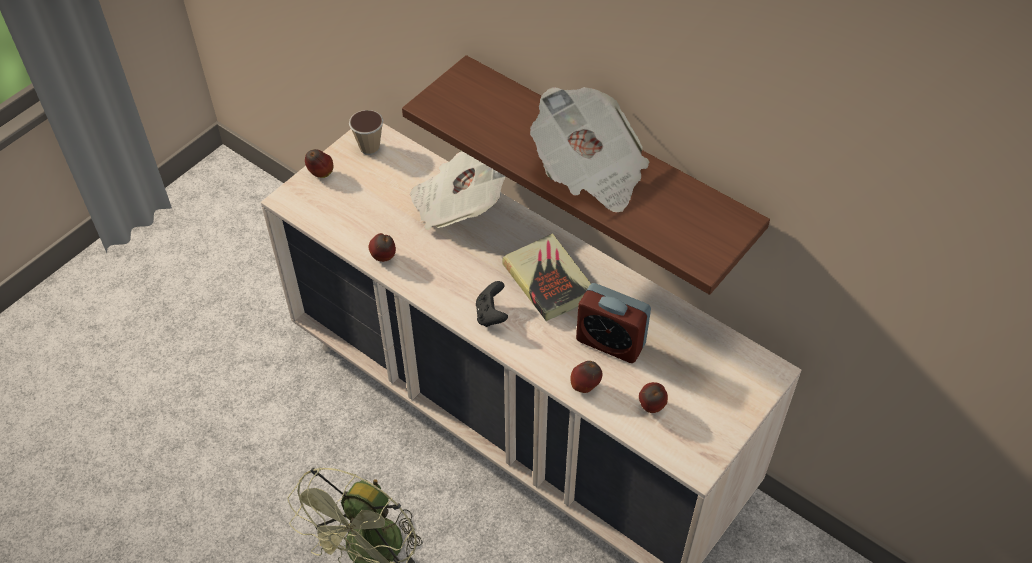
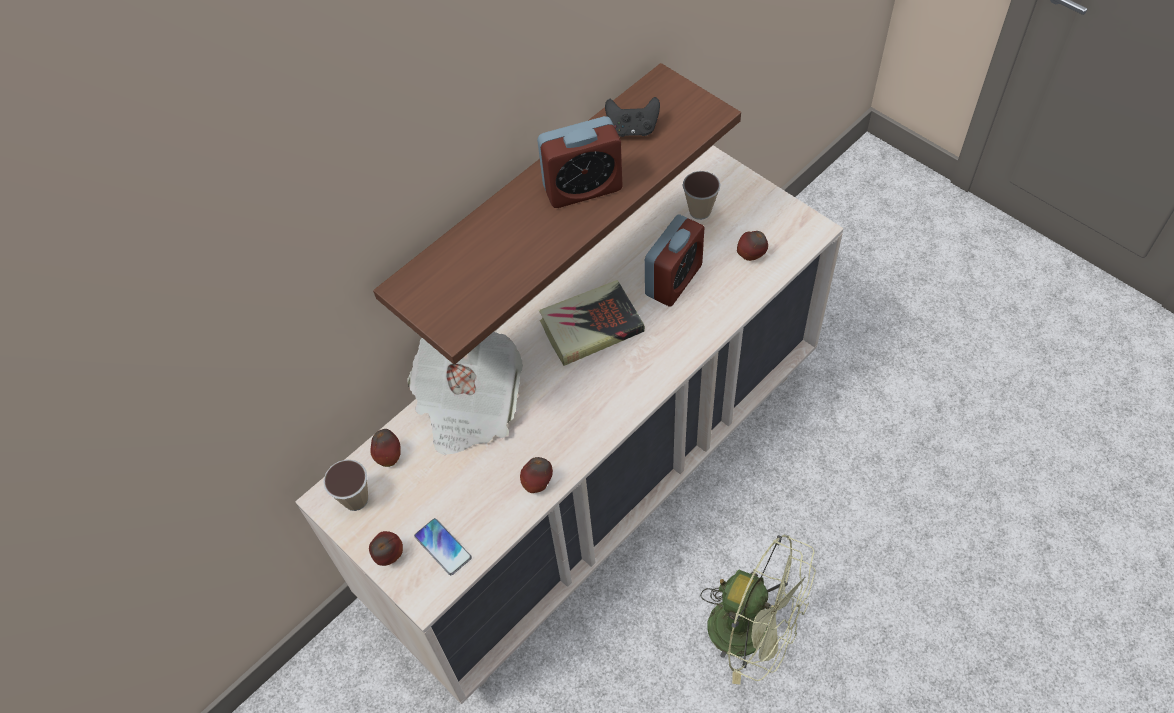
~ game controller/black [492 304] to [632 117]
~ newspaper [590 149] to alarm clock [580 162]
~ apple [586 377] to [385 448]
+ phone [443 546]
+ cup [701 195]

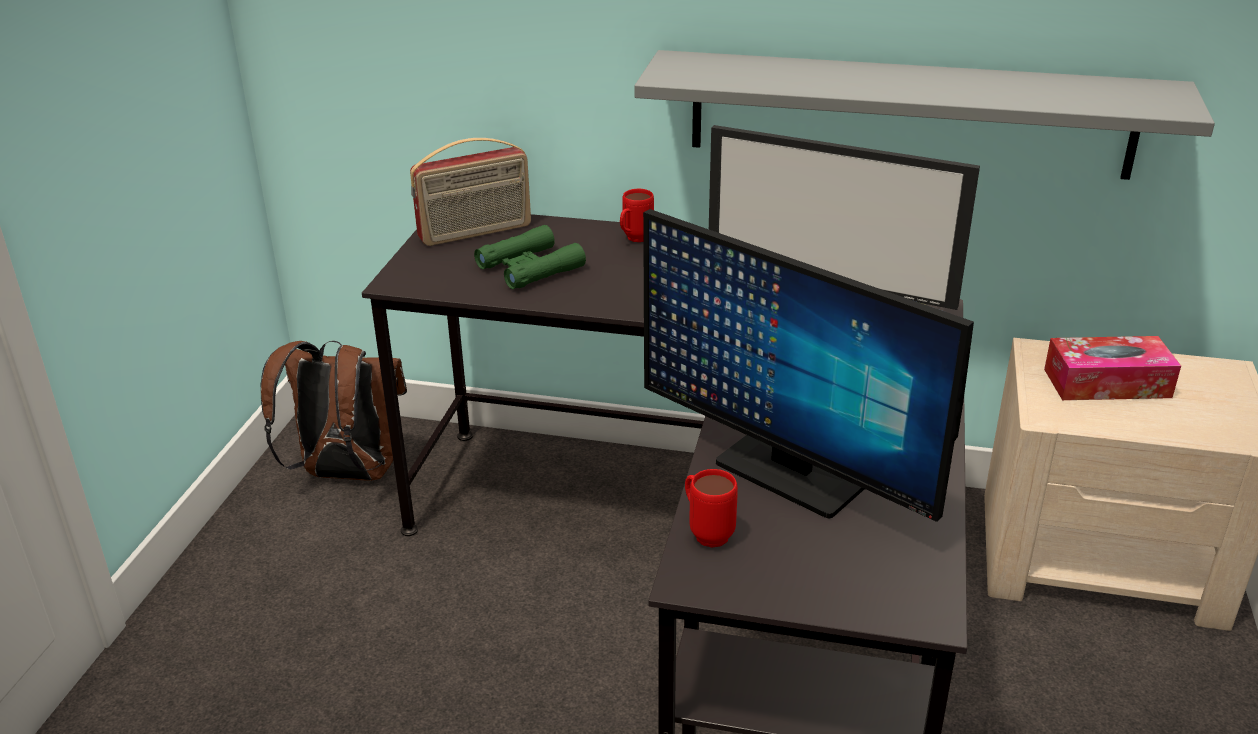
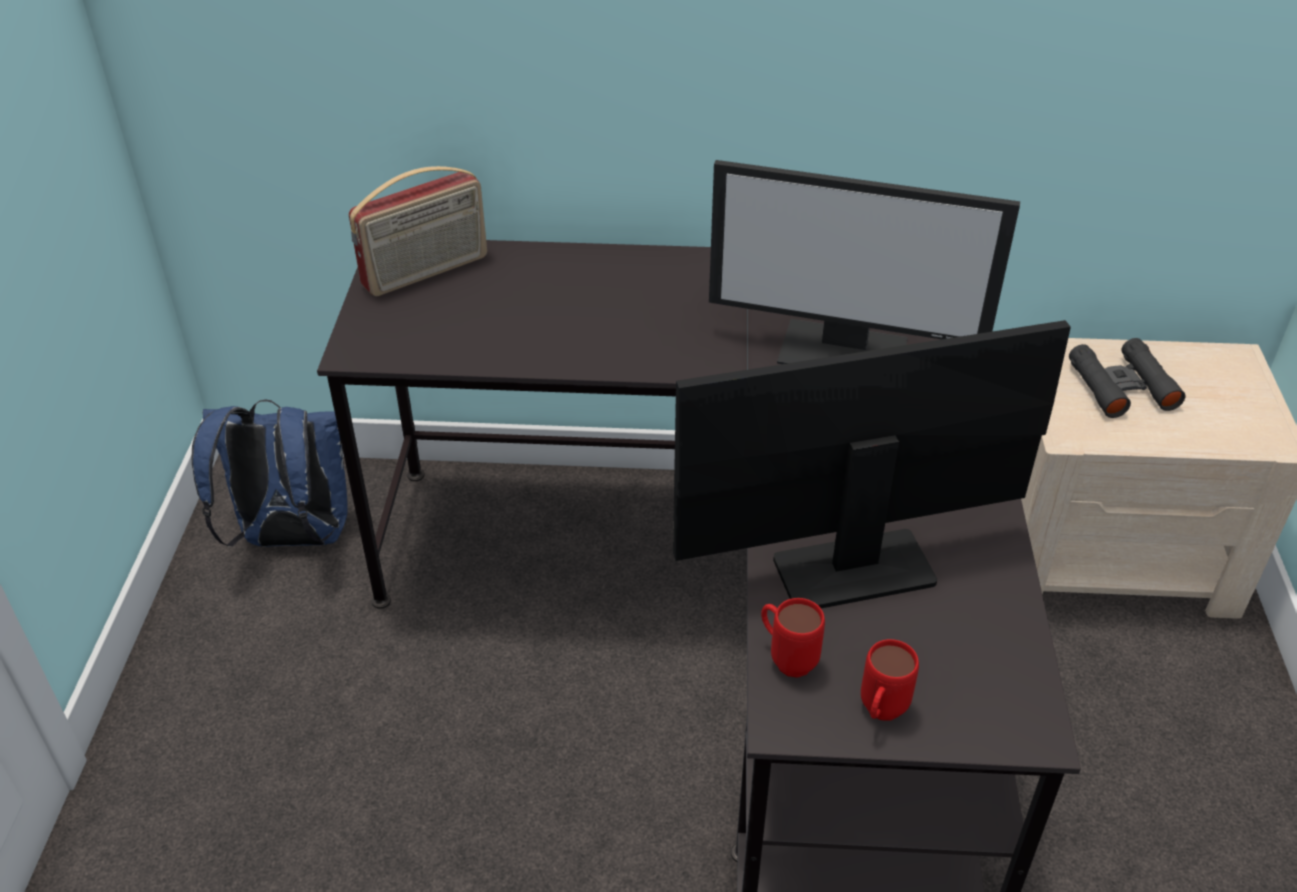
~ backpack/brown [334 411] to backpack/blue [270 473]
- binoculars/green [530 257]
~ mug/red [637 215] to [890 680]
- shelf/grey [924 115]
~ monitor [808 365] = [872 464] 135 degrees clockwise
~ tissue box [1112 368] to binoculars/black [1127 378]

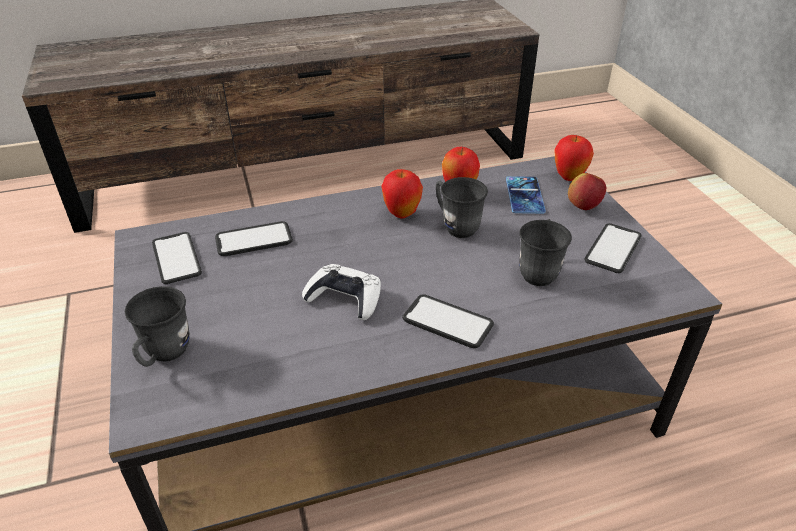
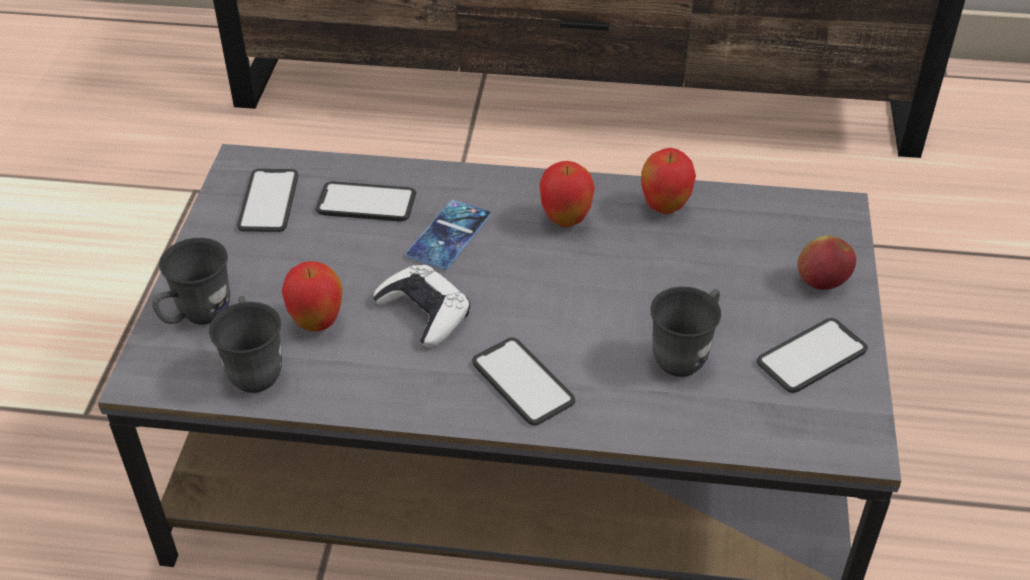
~ mug/grey [462 207] to [245 344]
~ phone [526 195] to [448 235]
~ apple [574 158] to [312 296]

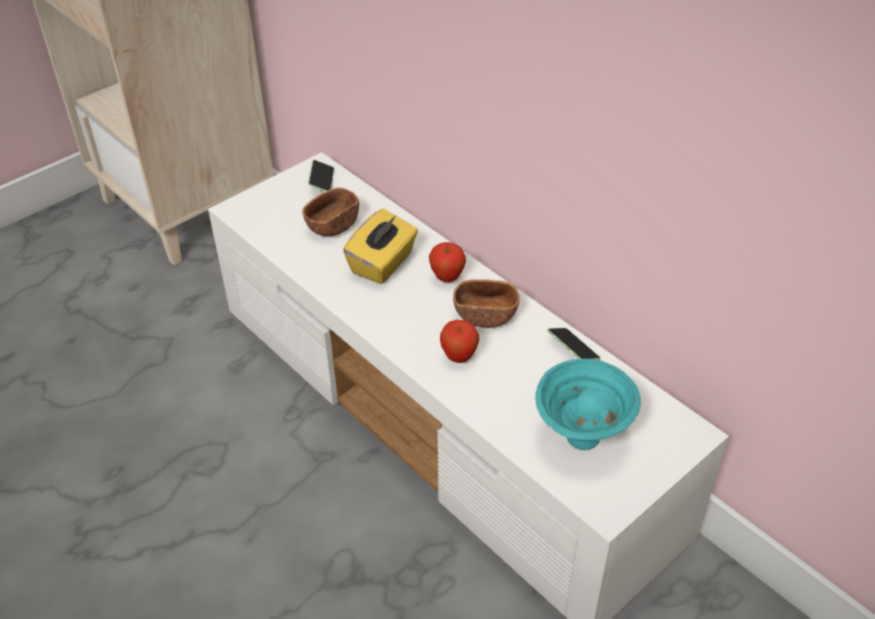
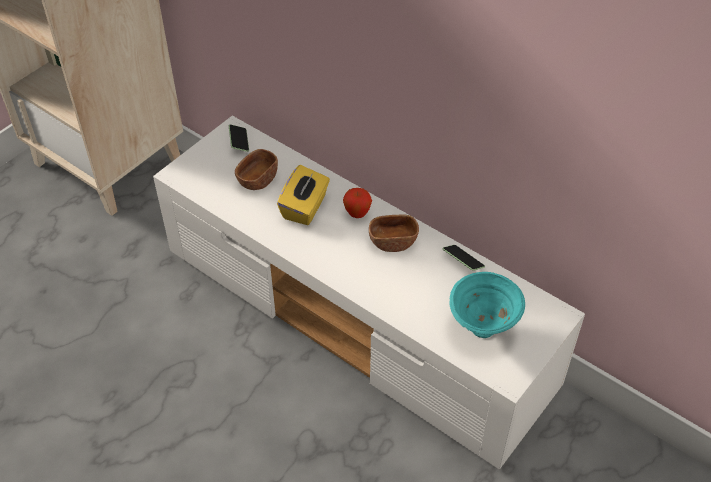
- apple [459 341]

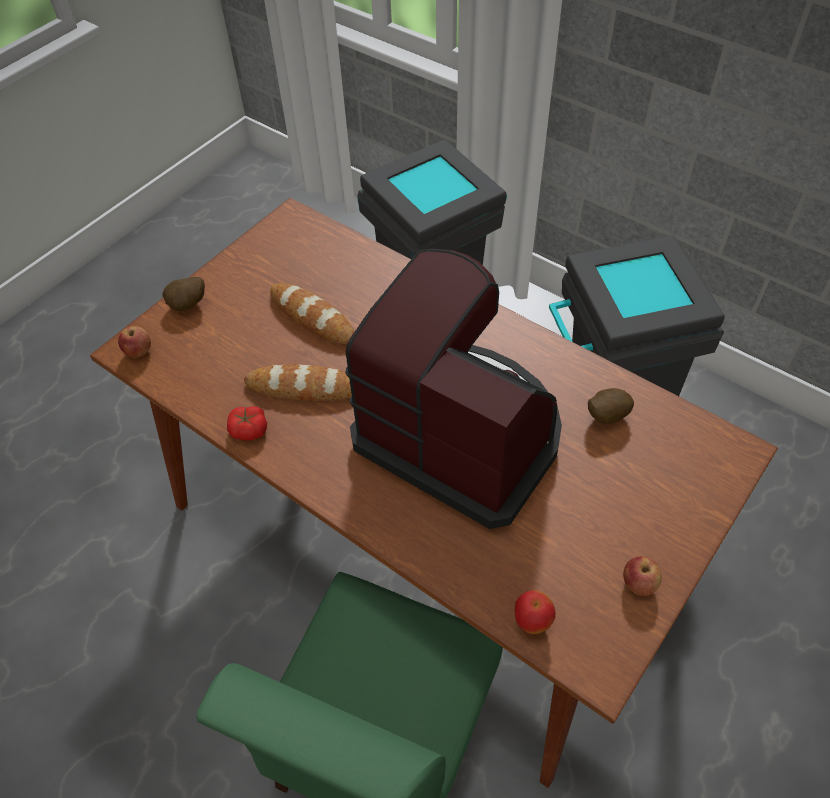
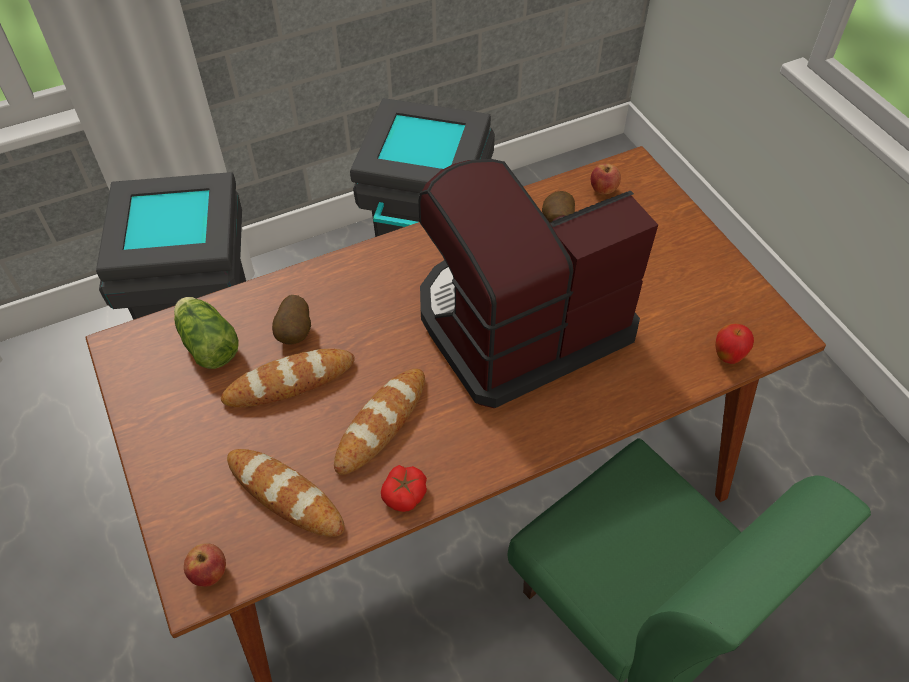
~ potato [183 294] to [291 320]
~ apple [642 576] to [606 178]
+ lettuce [206 333]
+ bread [286 493]

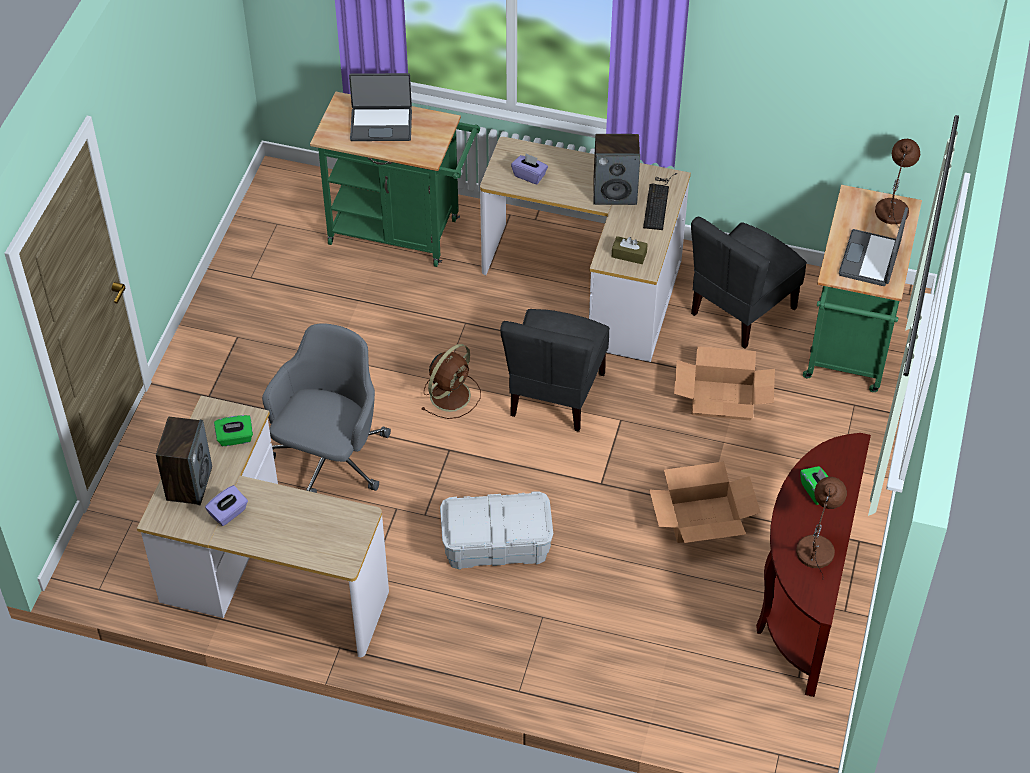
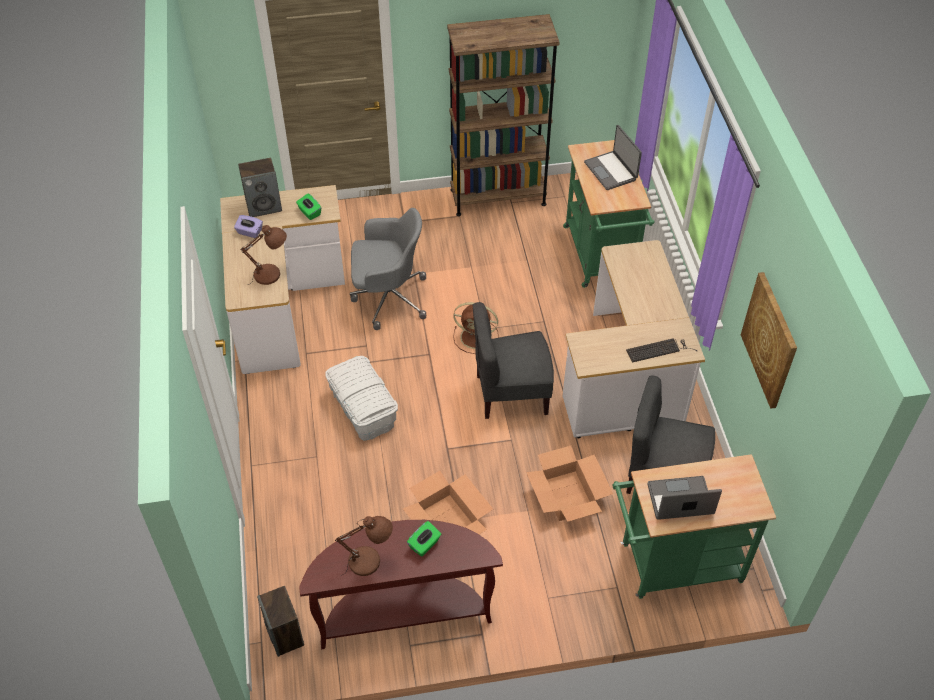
- tissue box/purple [529 168]
~ speaker [616 169] to [280 621]
- tissue box/brown [630 250]
~ table lamp/brown [897 183] to [264 255]
+ bookcase/brown [503 115]
+ picture [769 340]

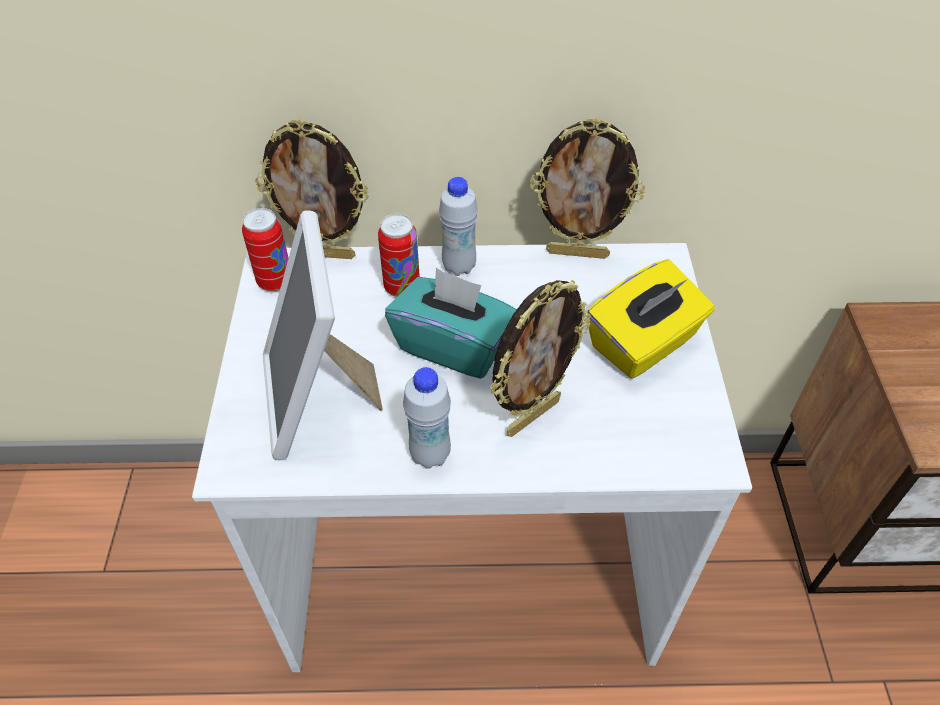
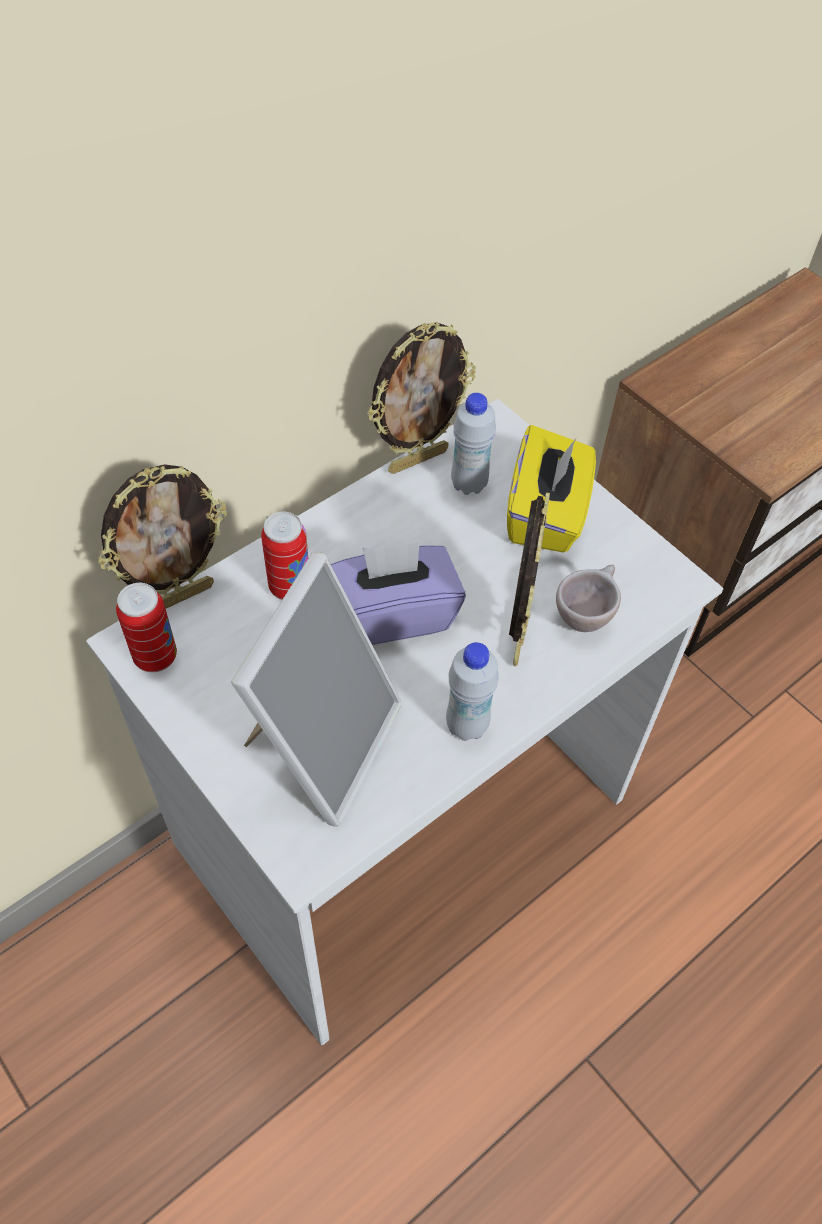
~ picture frame [323 335] = [316 689] 105 degrees counterclockwise
~ tissue box/turquoise [451 323] to tissue box/purple [398 593]
~ bottle/white [458 226] to [473 444]
+ cup/beige [588 598]

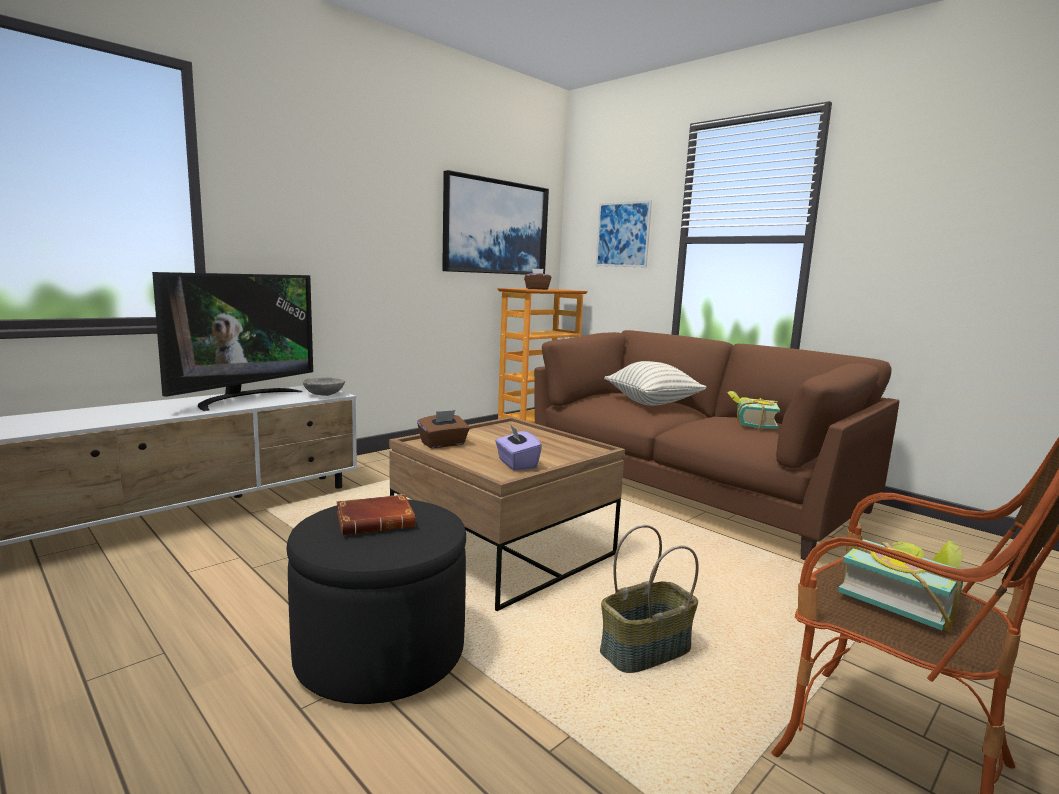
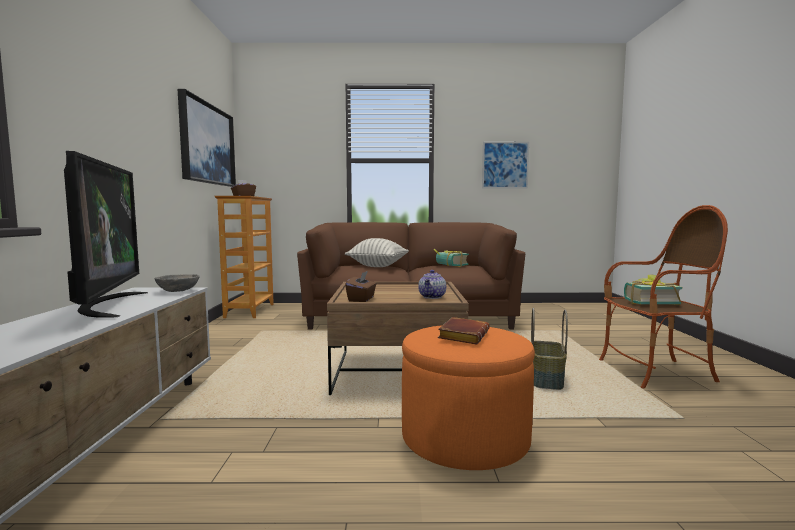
~ ottoman/black [376 601] to ottoman/orange [468 397]
~ tissue box/purple [518 447] to teapot [432 284]
~ picture [624 234] to [505 165]

